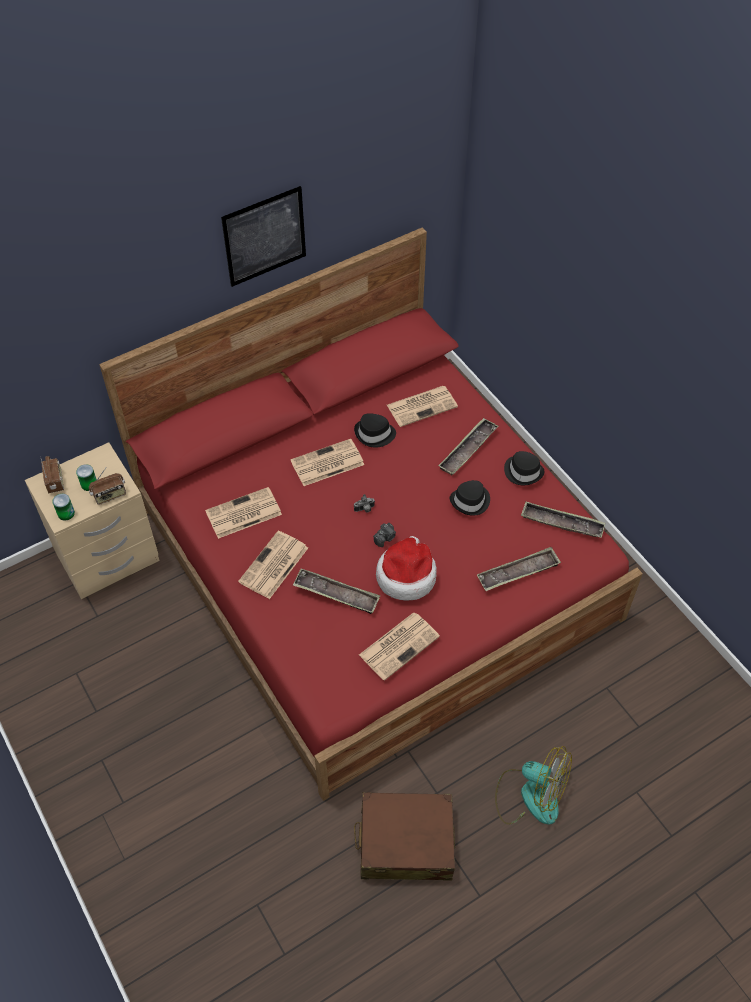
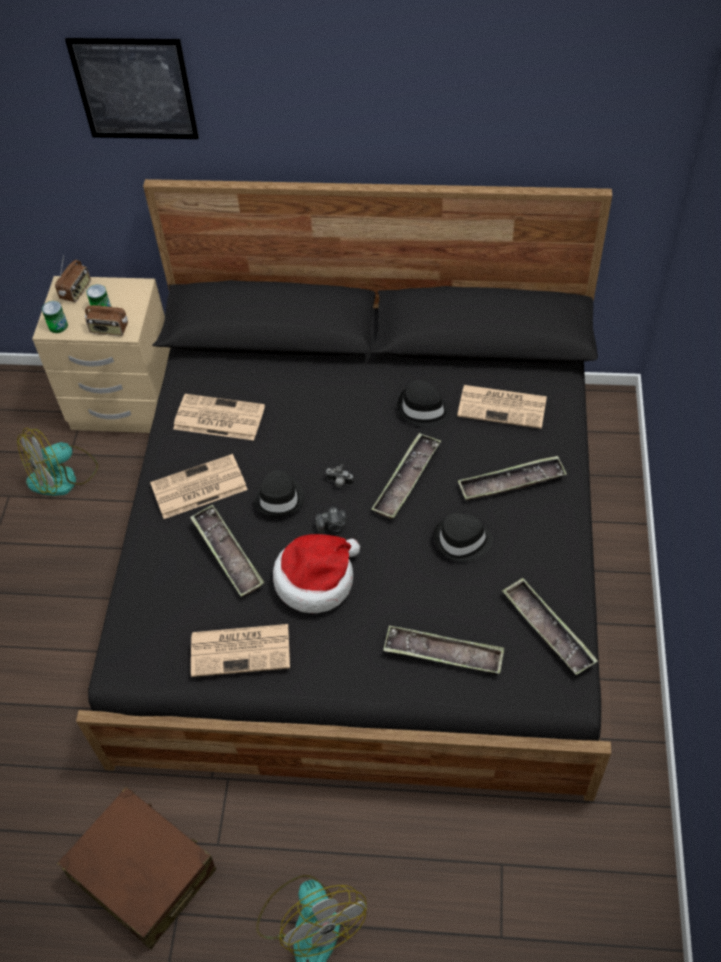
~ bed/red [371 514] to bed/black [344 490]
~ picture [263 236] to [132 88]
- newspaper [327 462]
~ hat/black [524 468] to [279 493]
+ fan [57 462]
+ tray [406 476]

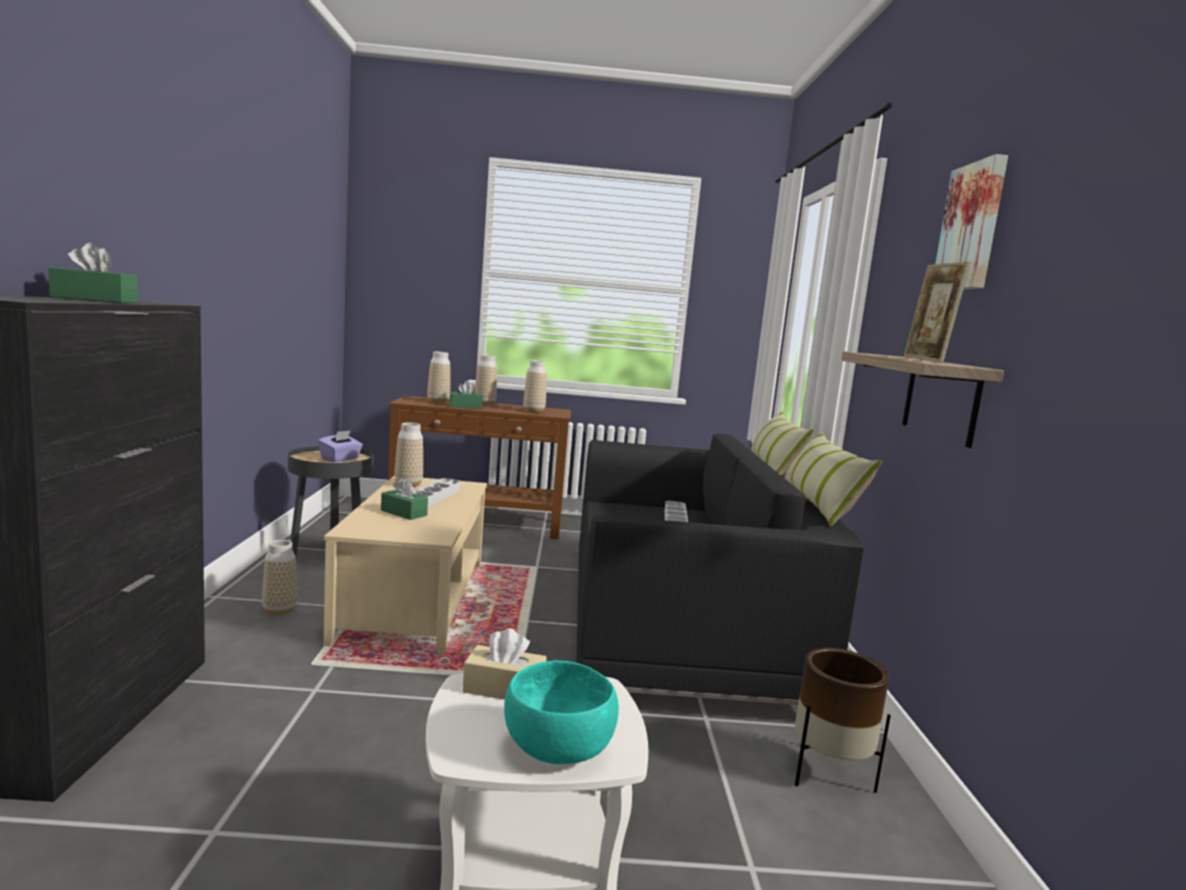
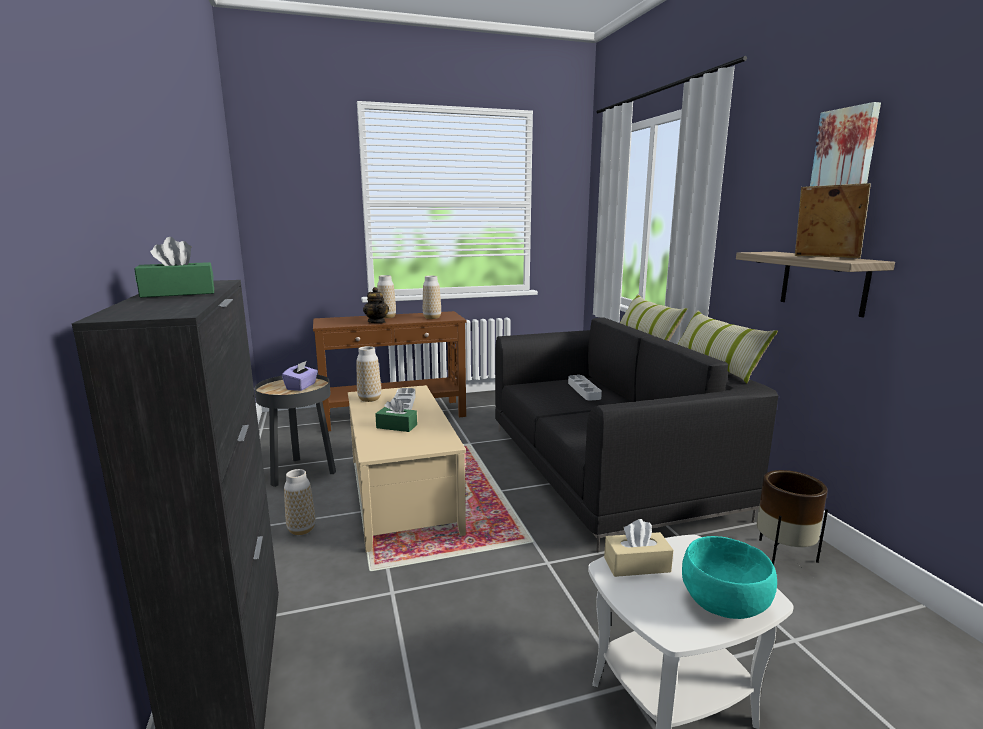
- vase [438 377]
~ tissue box/green [466 395] to teapot [376 305]
~ picture frame [937 312] = [833 220] 150 degrees clockwise

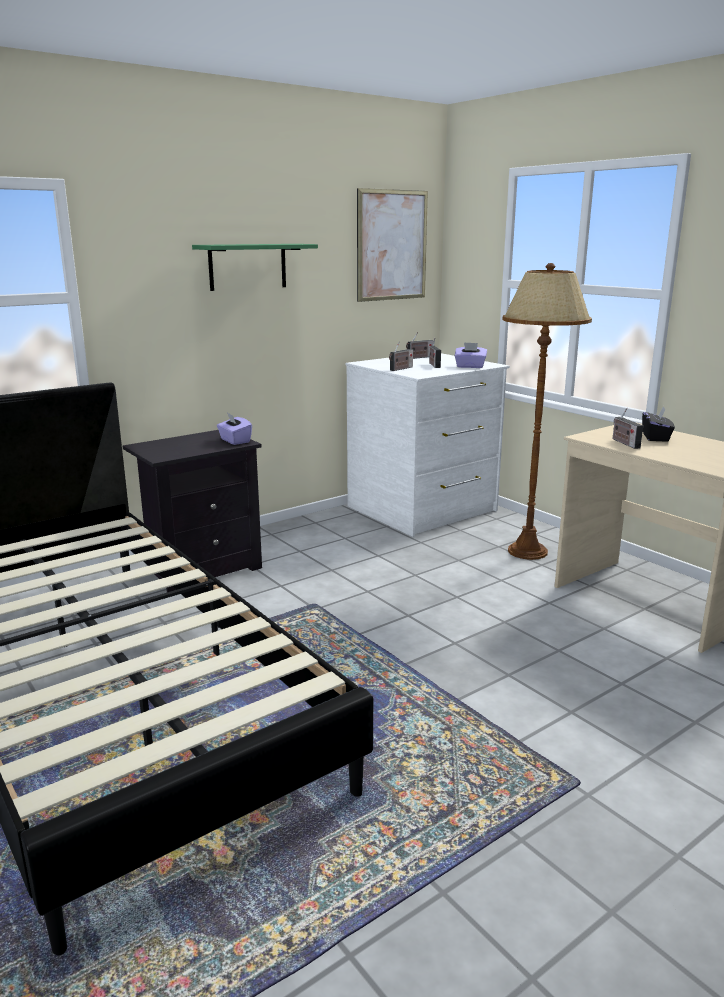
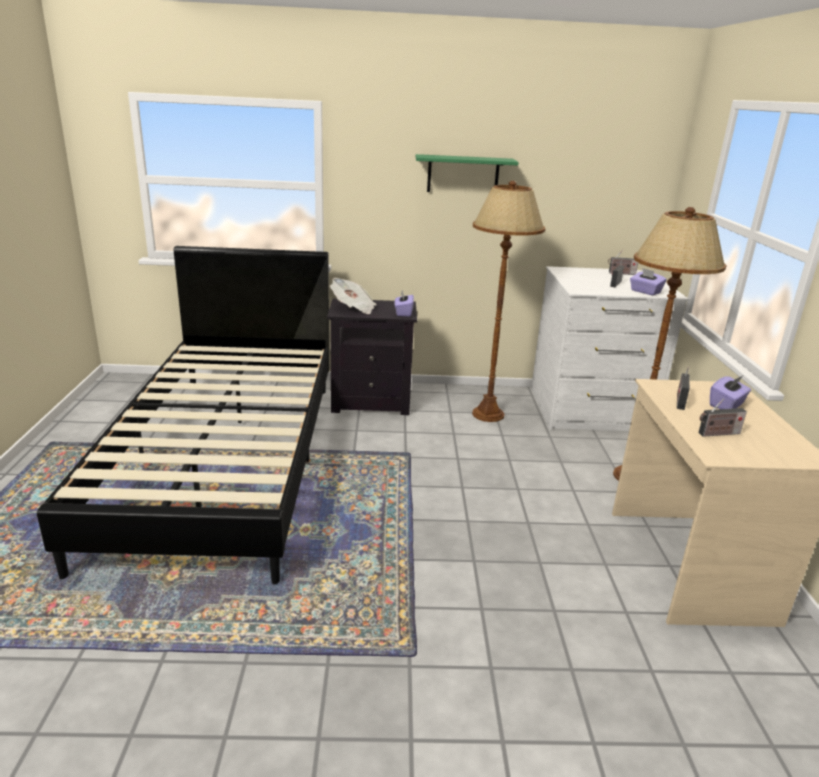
- picture [392 245]
~ radio [401 356] to [722 417]
~ tissue box/black [658 424] to tissue box/purple [730 392]
+ newspaper [353 296]
+ floor lamp/brown [508 301]

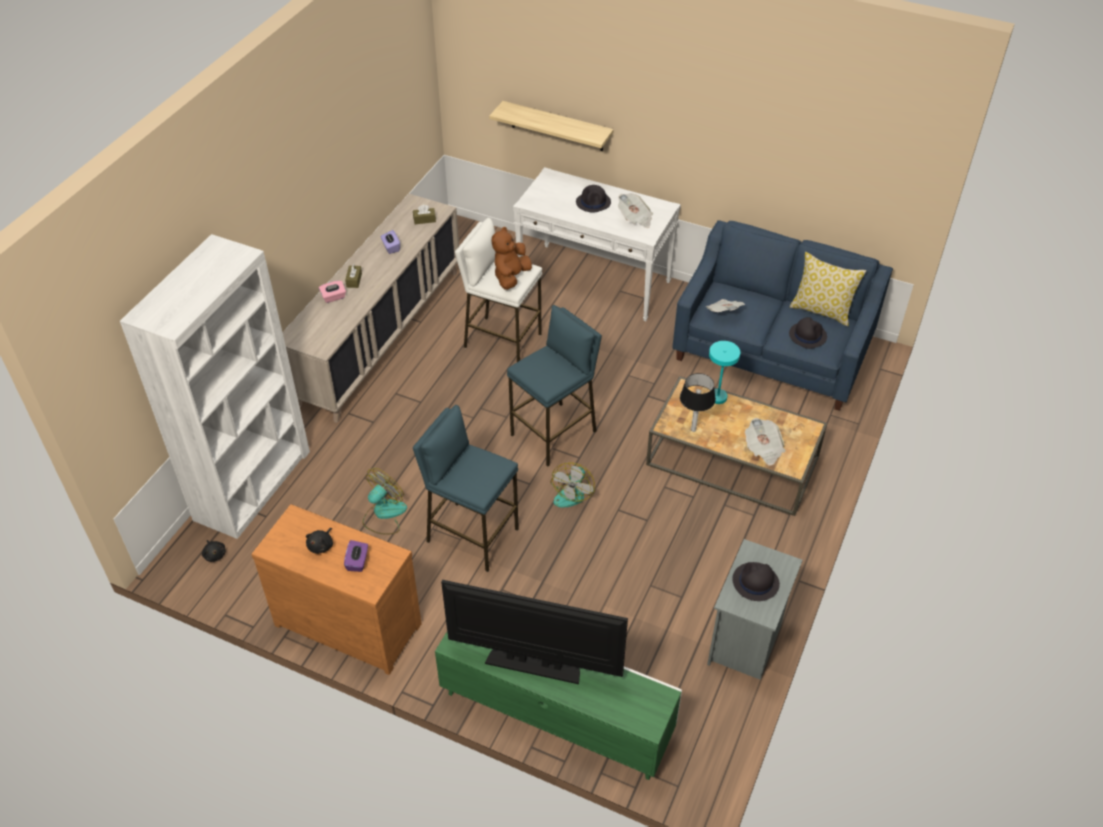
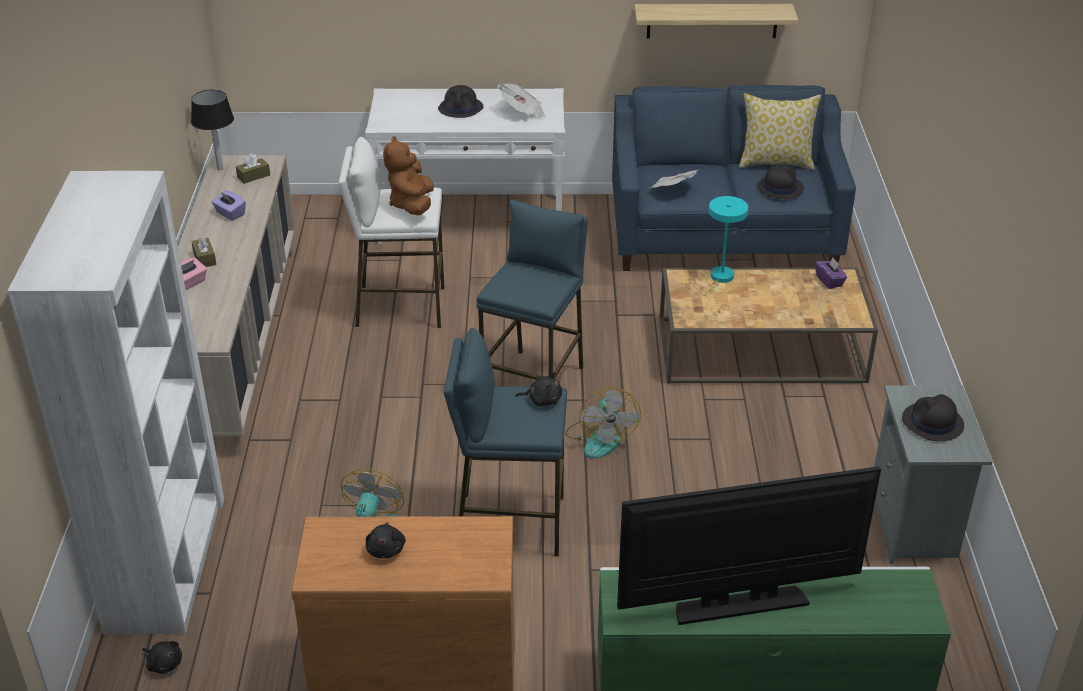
~ tissue box/purple [356 556] to [831 273]
~ shelf [551 126] to [716 21]
~ table lamp [698 402] to [212 130]
- newspaper [765 442]
+ plush toy/black [538 389]

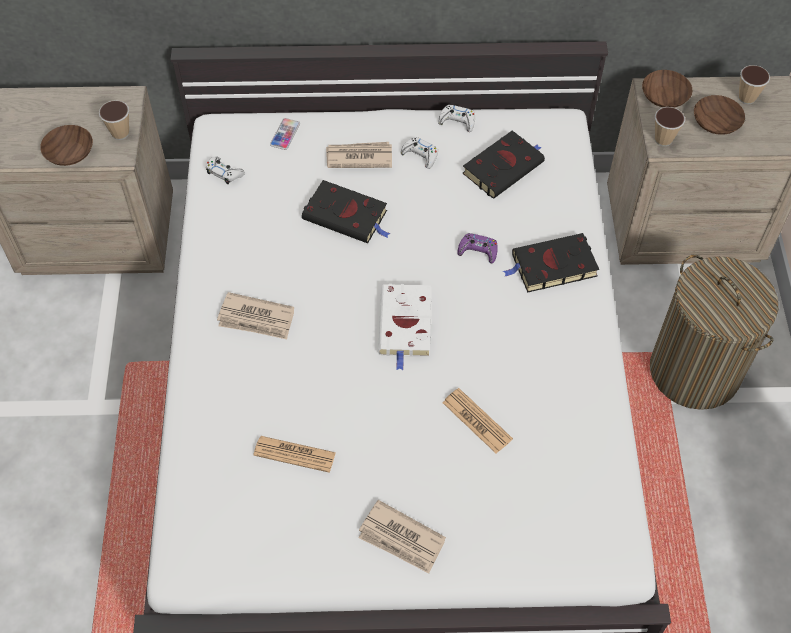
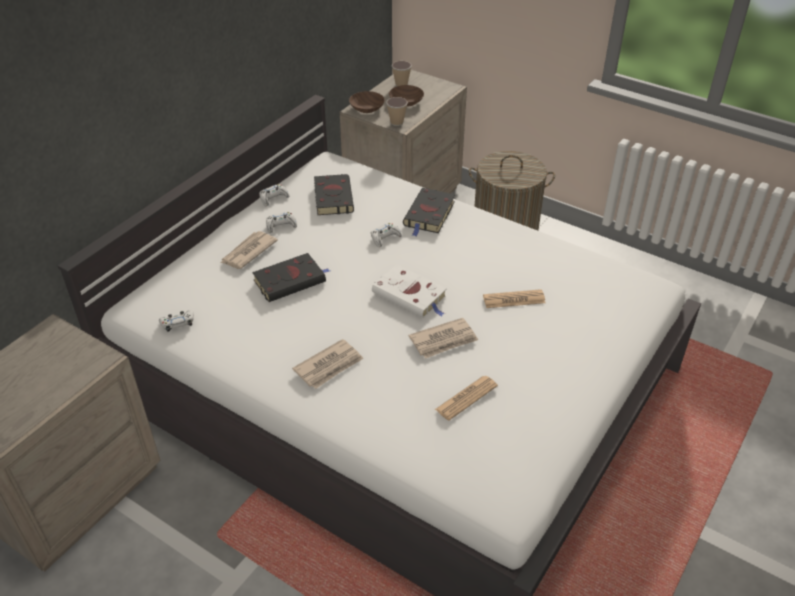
- bowl/brown [66 145]
- cup [114 120]
- phone [285 134]
~ newspaper [402 536] to [443 338]
~ game controller/purple [477 248] to game controller/white [386 235]

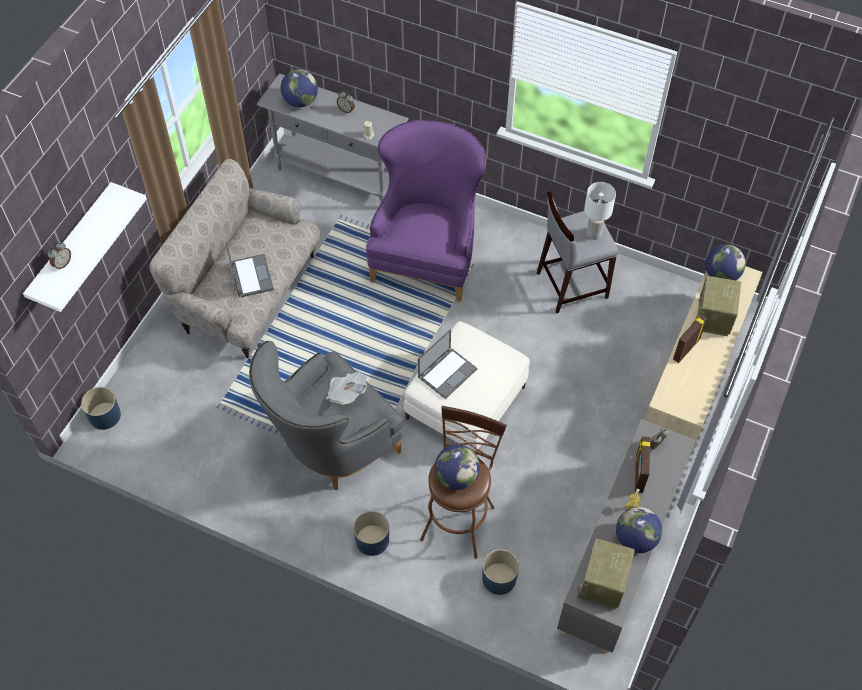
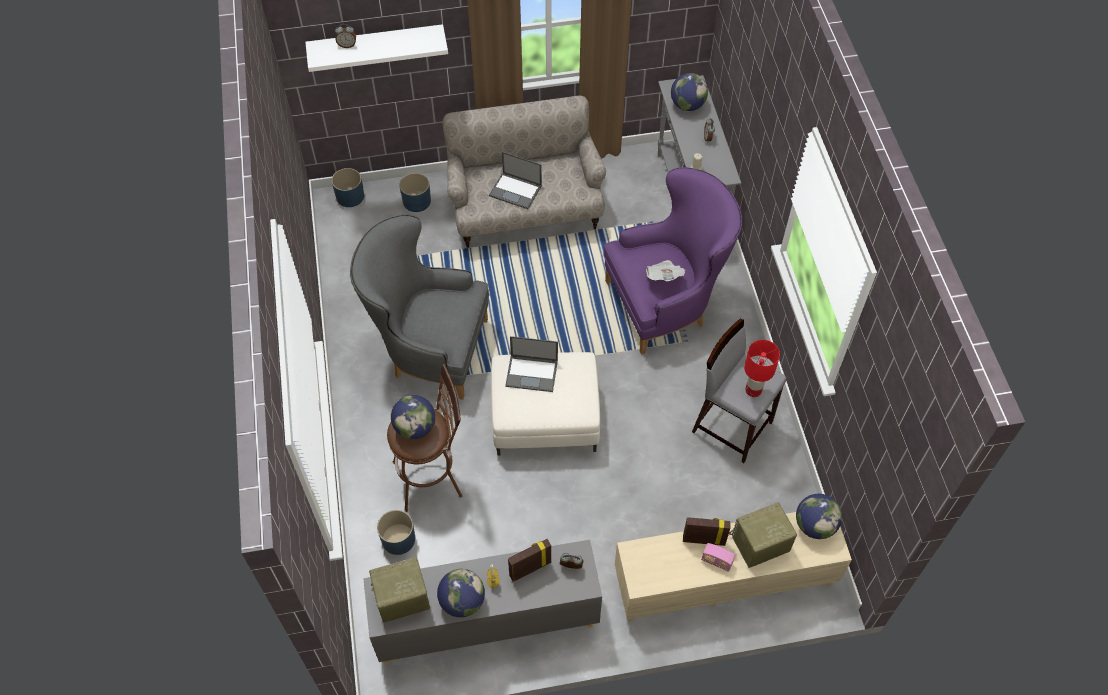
~ laptop [250 270] = [515 180] 75 degrees clockwise
~ newspaper [346 388] to [665 270]
~ planter/blue [371 533] to [415 192]
~ table lamp/white [600 211] to table lamp/red [762 368]
+ radio [718 557]

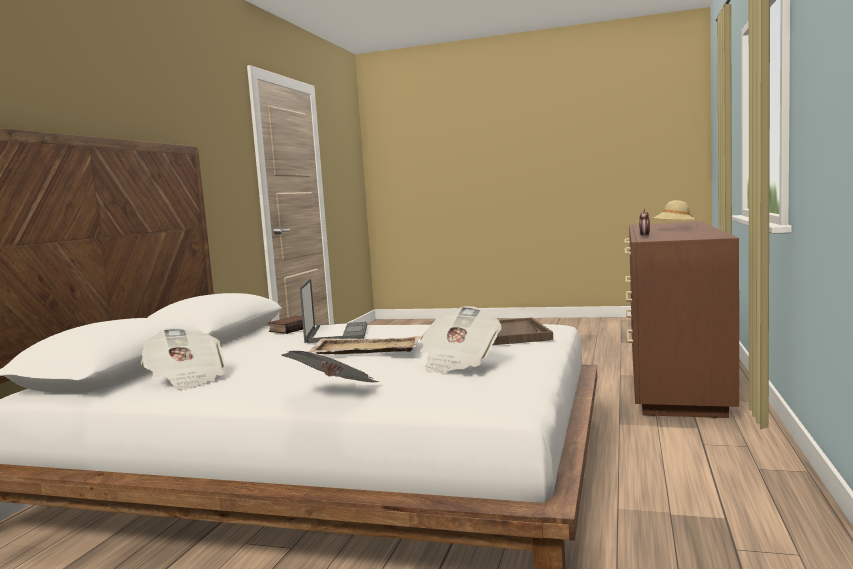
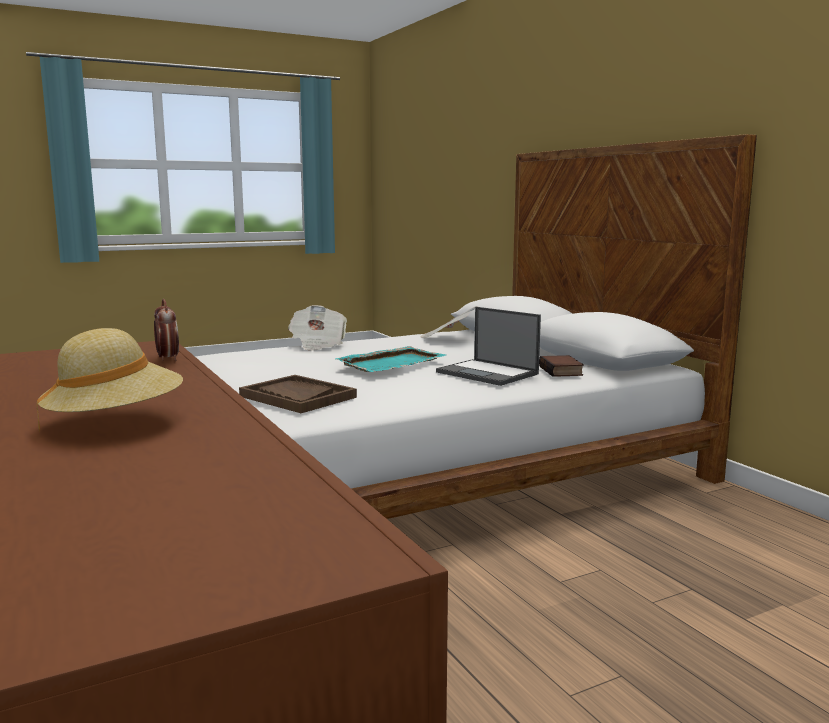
~ tray/beige [363 345] to tray/turquoise [391 359]
- newspaper [461 339]

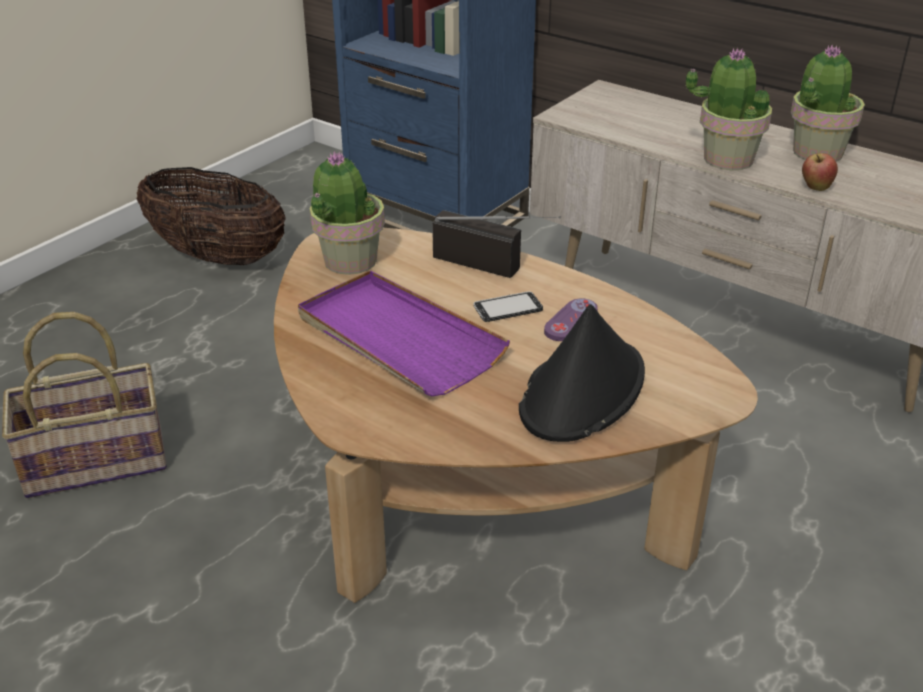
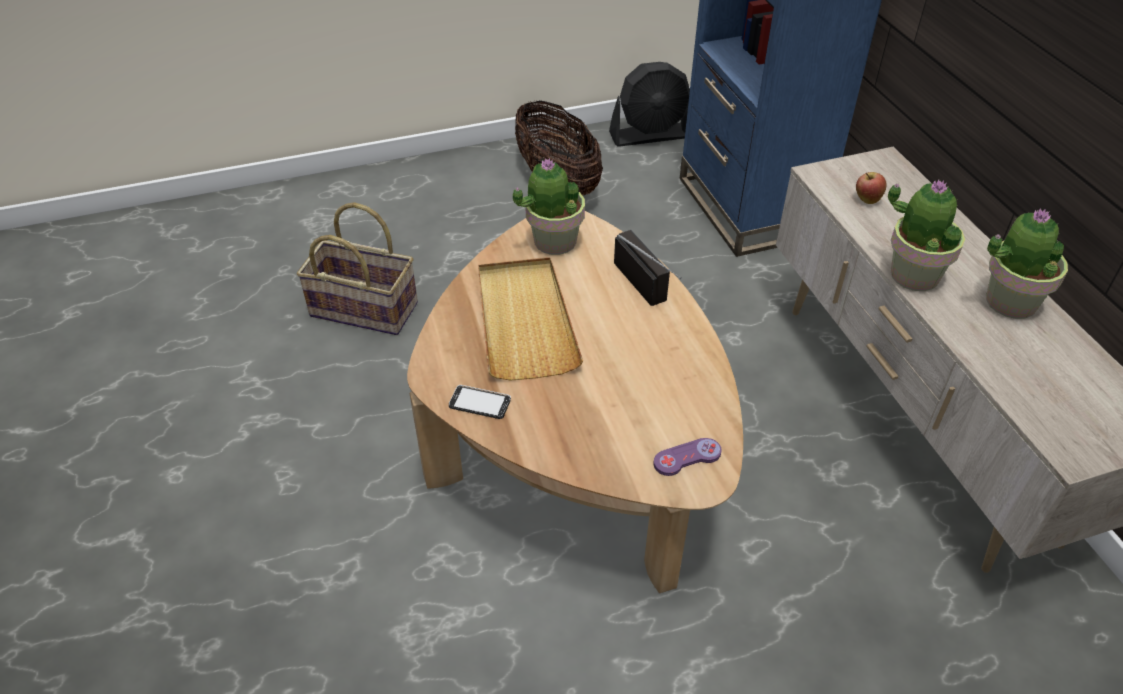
~ tray/purple [404 333] to tray/beige [530 319]
~ phone [508 306] to [480 402]
- hat/black [582 373]
~ game controller/purple [571 319] to [687 457]
~ apple [820 172] to [871 188]
+ fan/black [649 104]

